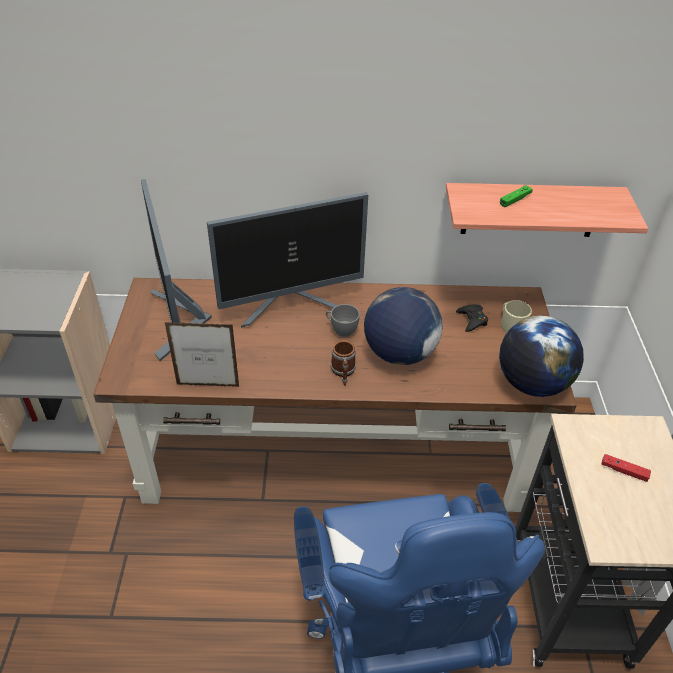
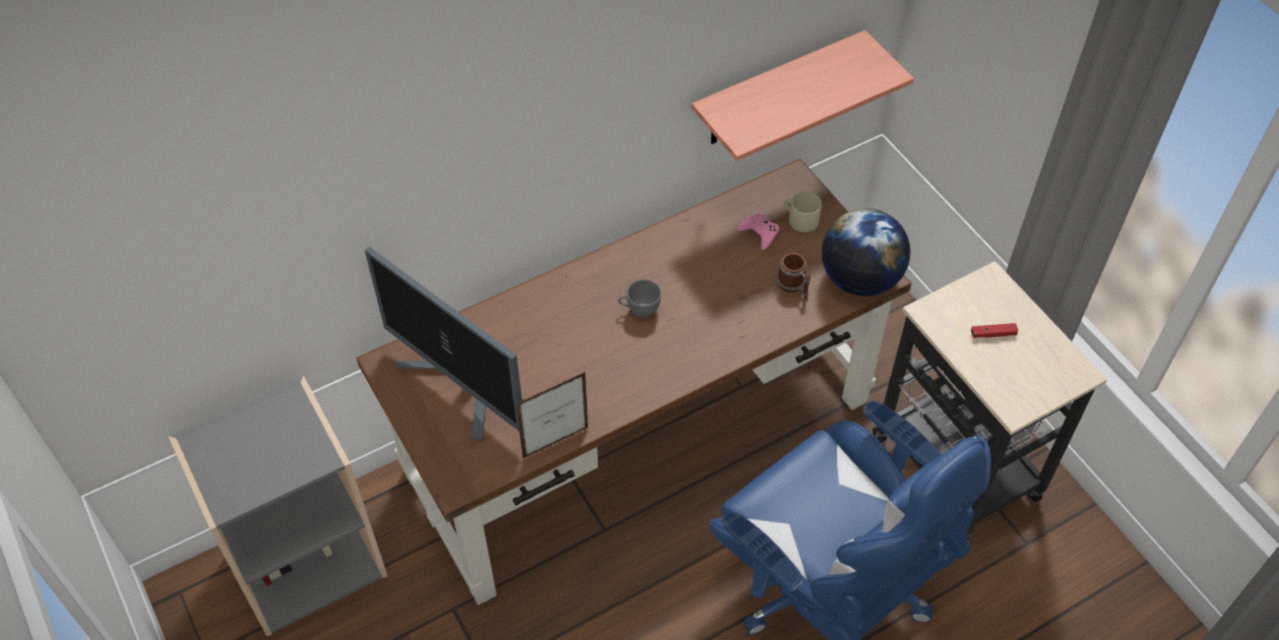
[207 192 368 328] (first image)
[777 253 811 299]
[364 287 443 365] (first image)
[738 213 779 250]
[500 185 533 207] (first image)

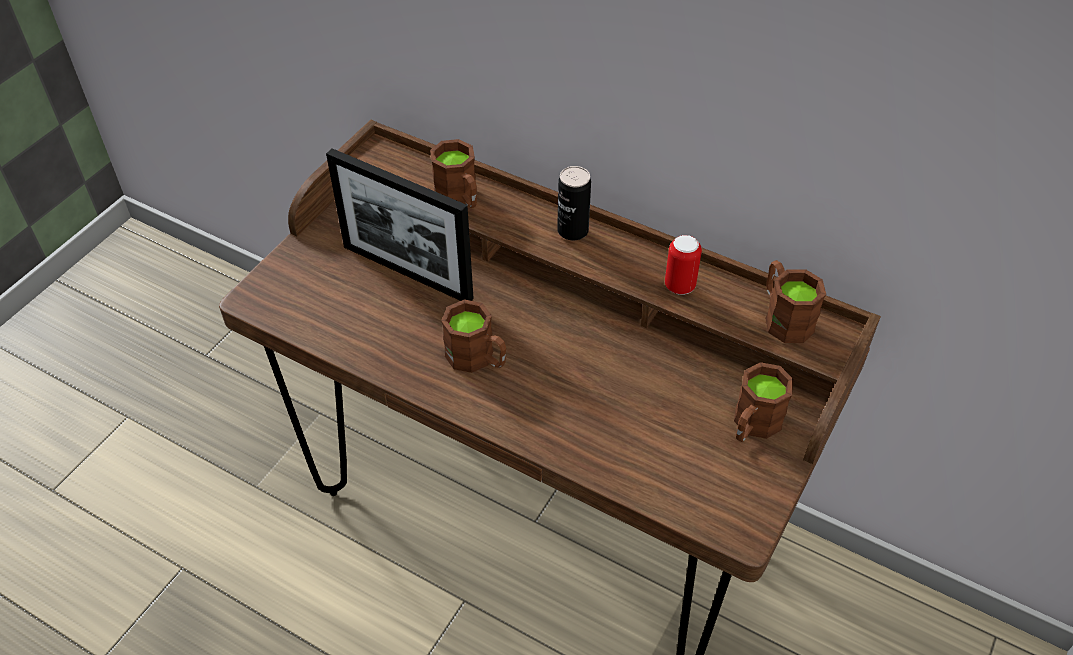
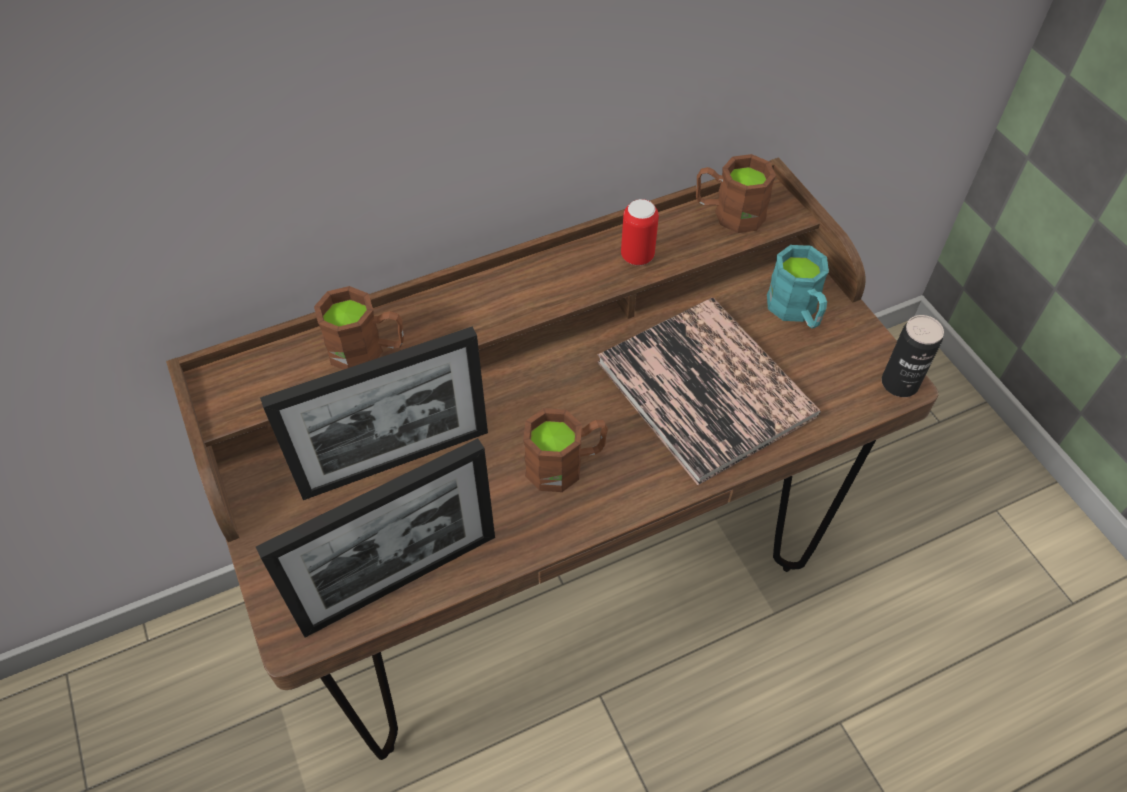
[882 315 944 397]
[767 245 829 328]
[256 438 495 637]
[597 298 821 485]

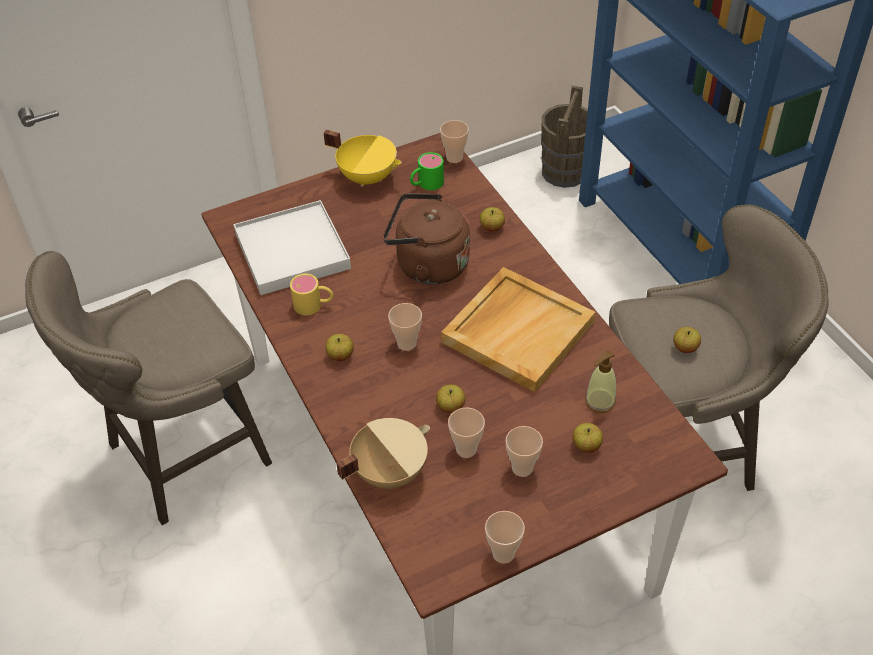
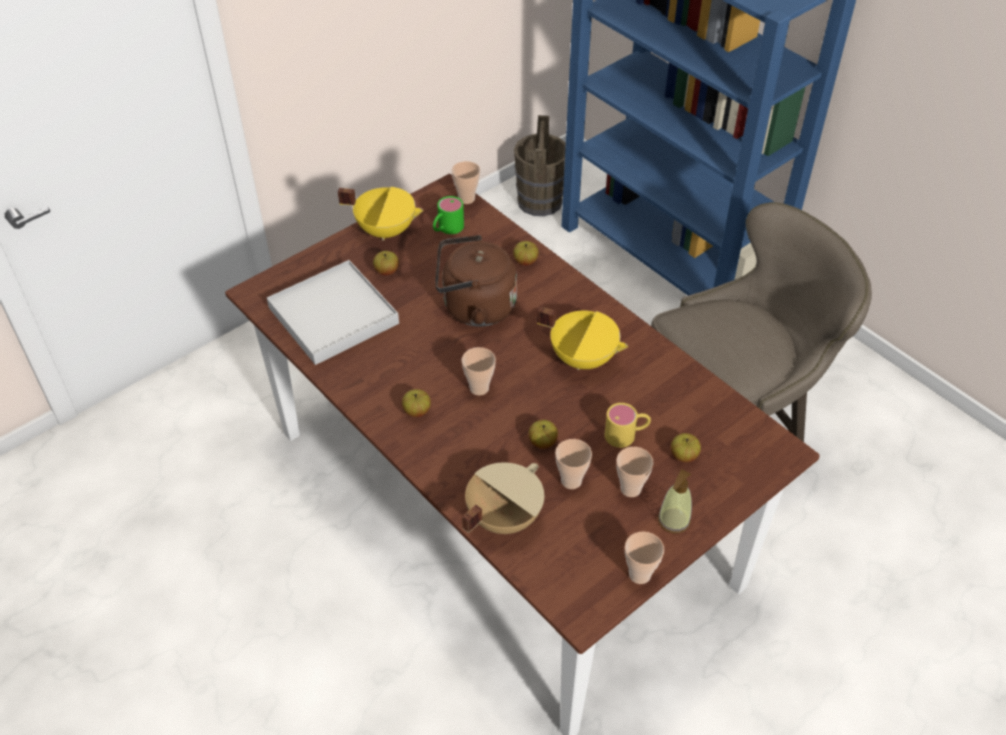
[25 251 272 525] (first image)
[605 403 651 448]
[537 307 628 370]
[658 469 692 533]
[373 251 399 275]

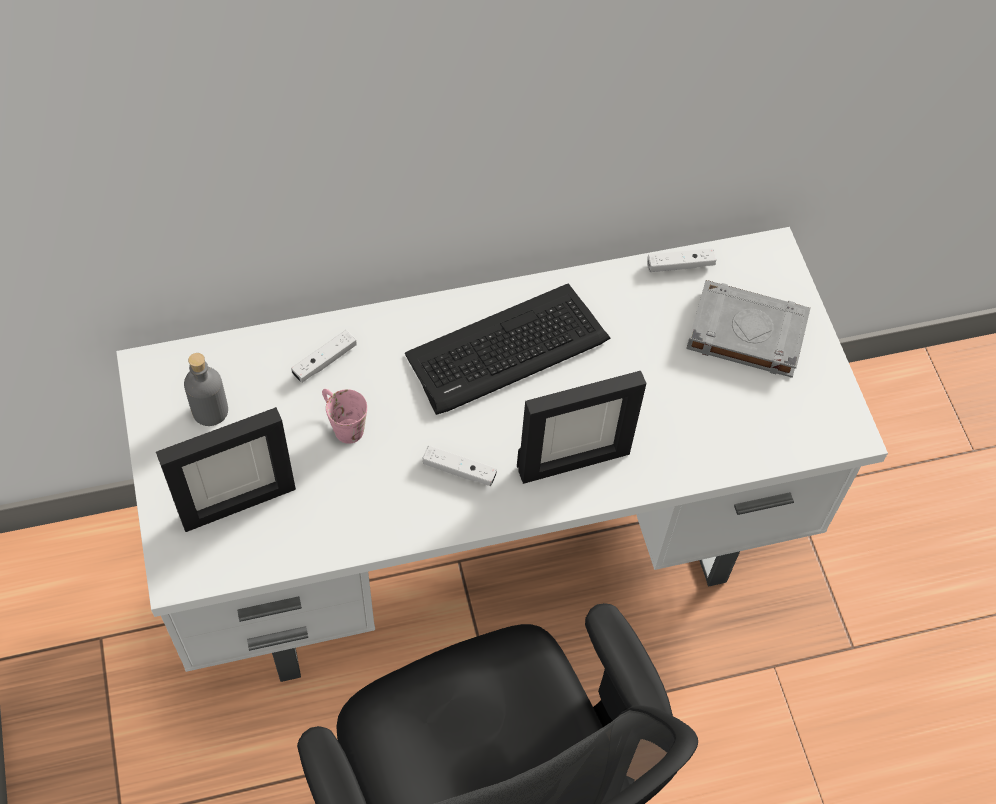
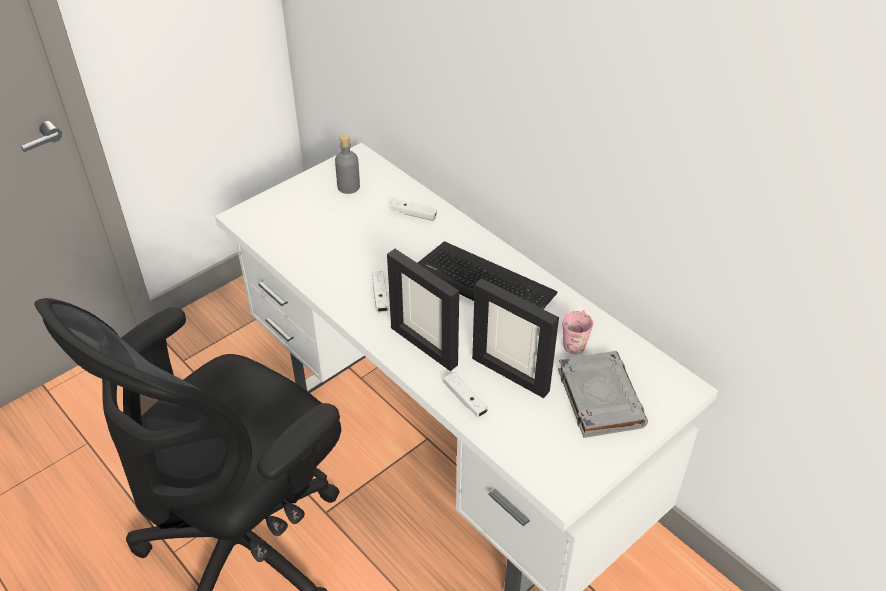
[472 278 559 398]
[562 310 593 354]
[444 372 488 417]

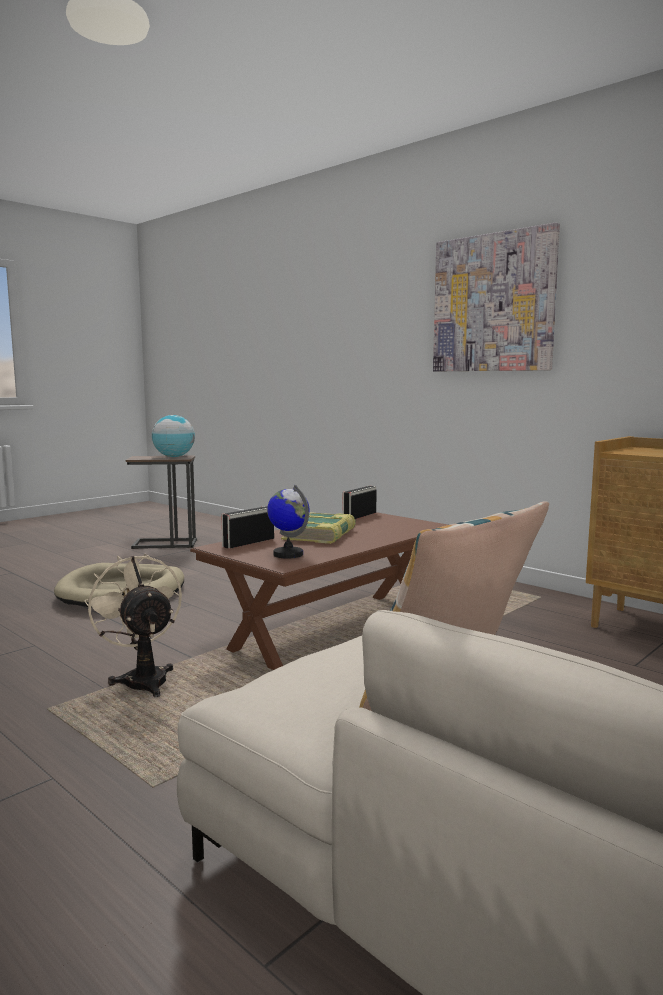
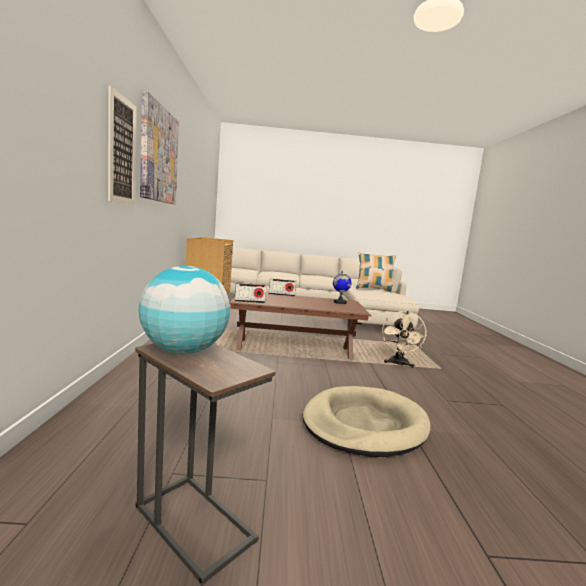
[268 278 296 296]
[281 512 356 544] (first image)
[108 86 137 205]

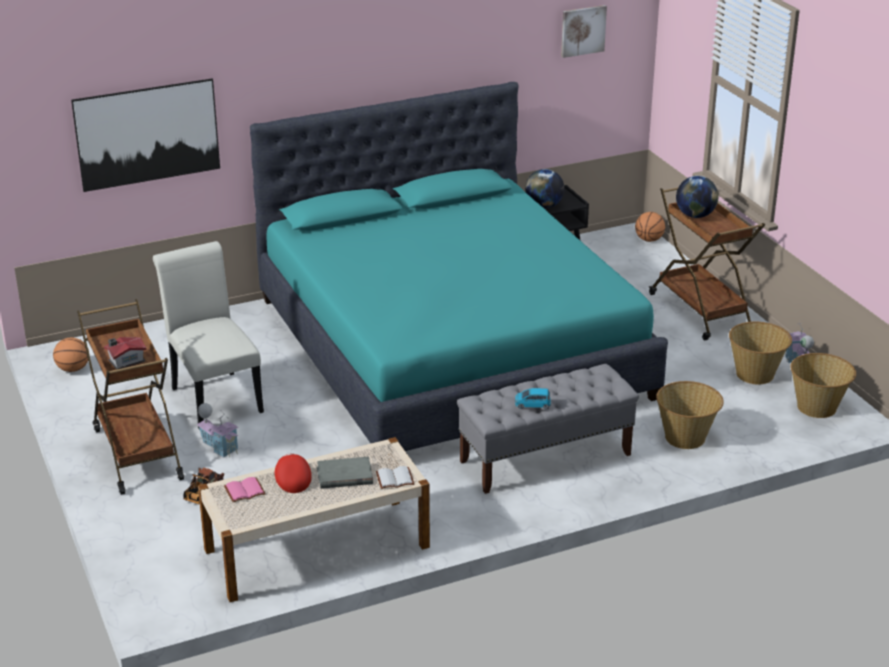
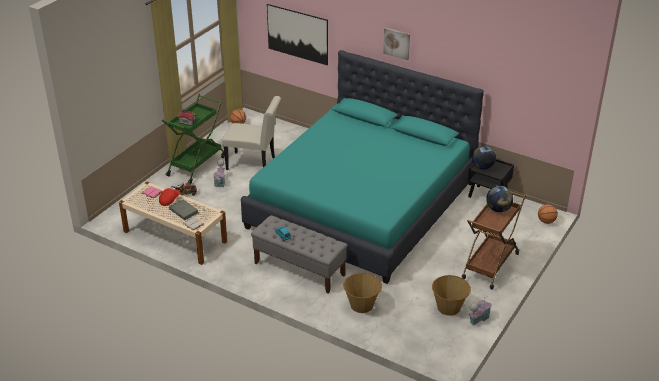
[162 94 225 185]
[222 96 281 170]
[383 28 410 60]
[790 353 856 418] (first image)

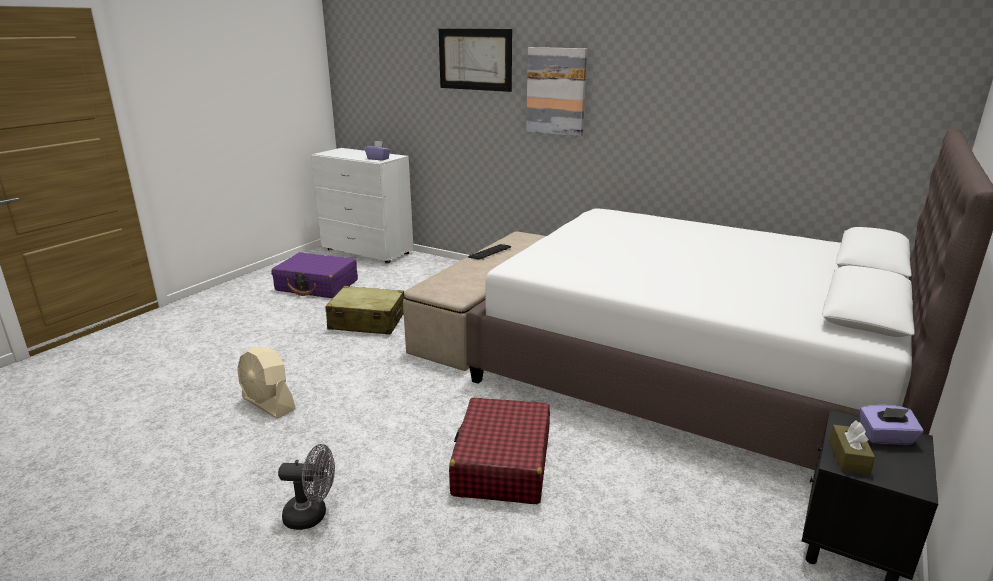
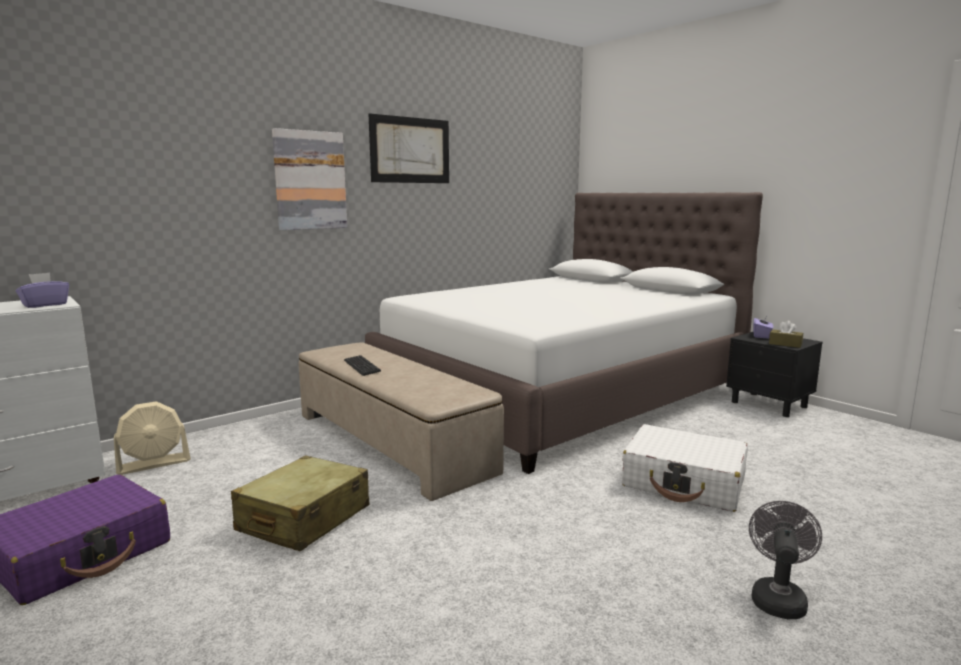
[114 401 191 475]
[368 113 449 183]
[622 424 748 512]

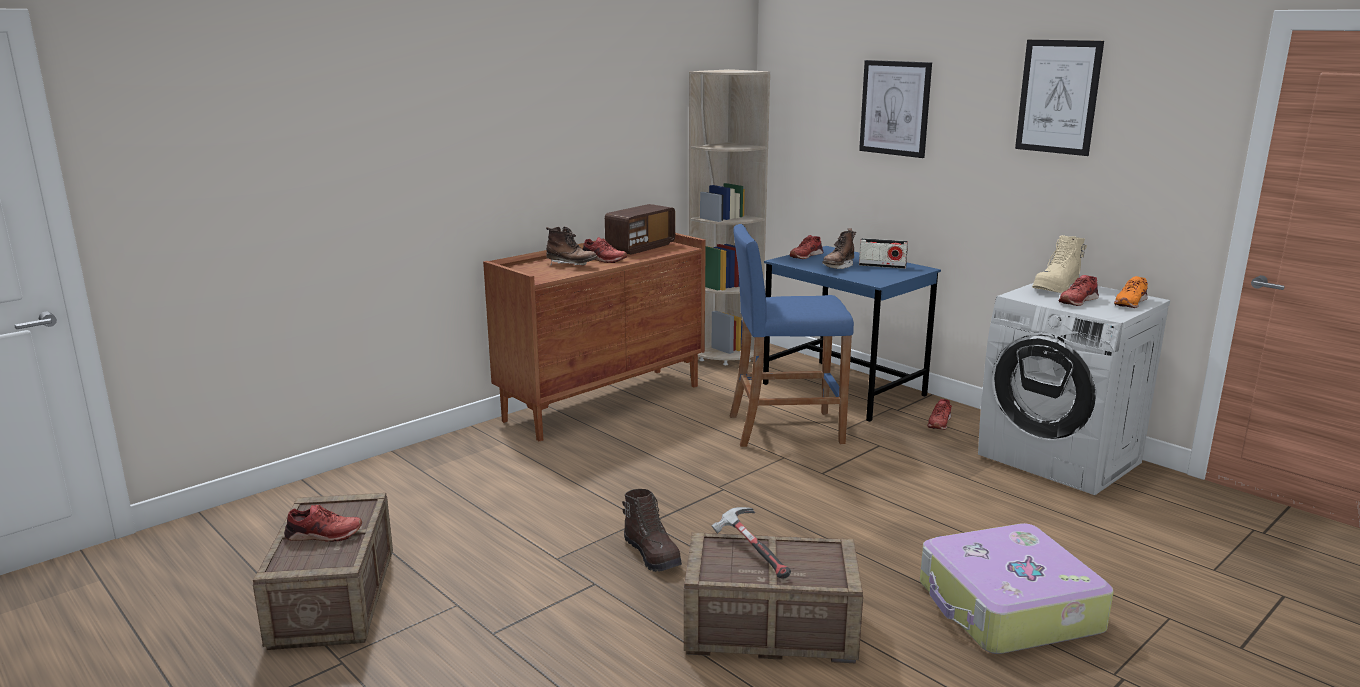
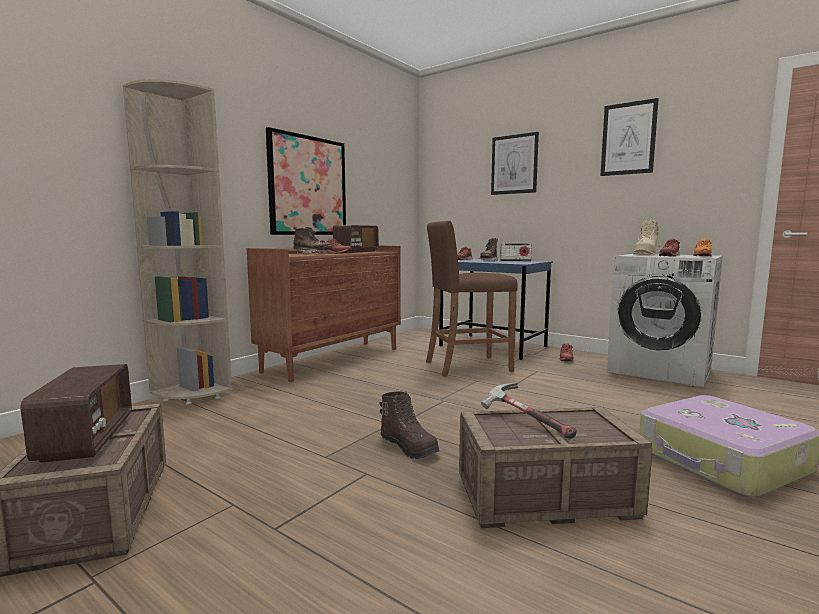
[21 364 132 463]
[123 79 232 404]
[426 221 518 377]
[266 127 346 235]

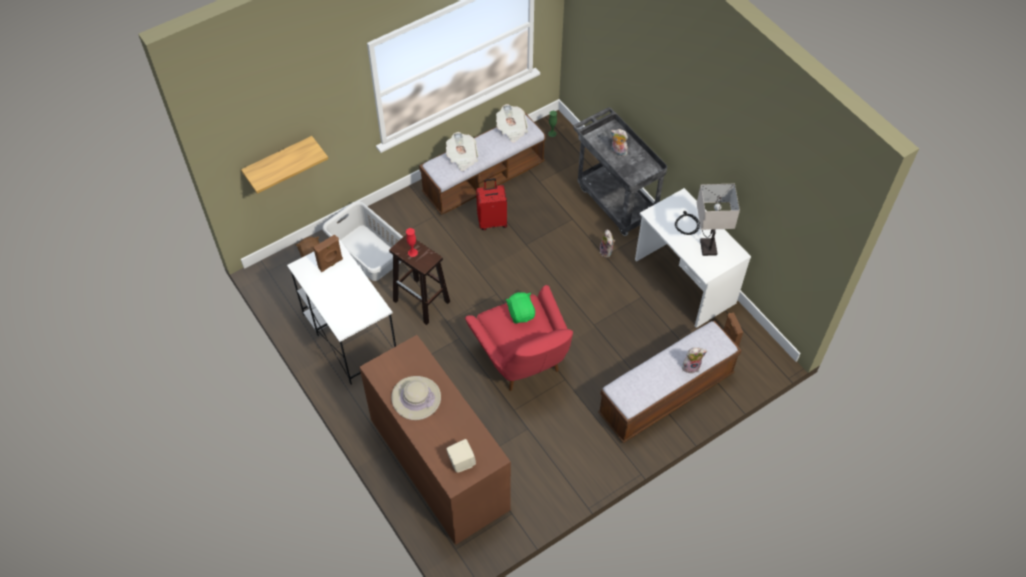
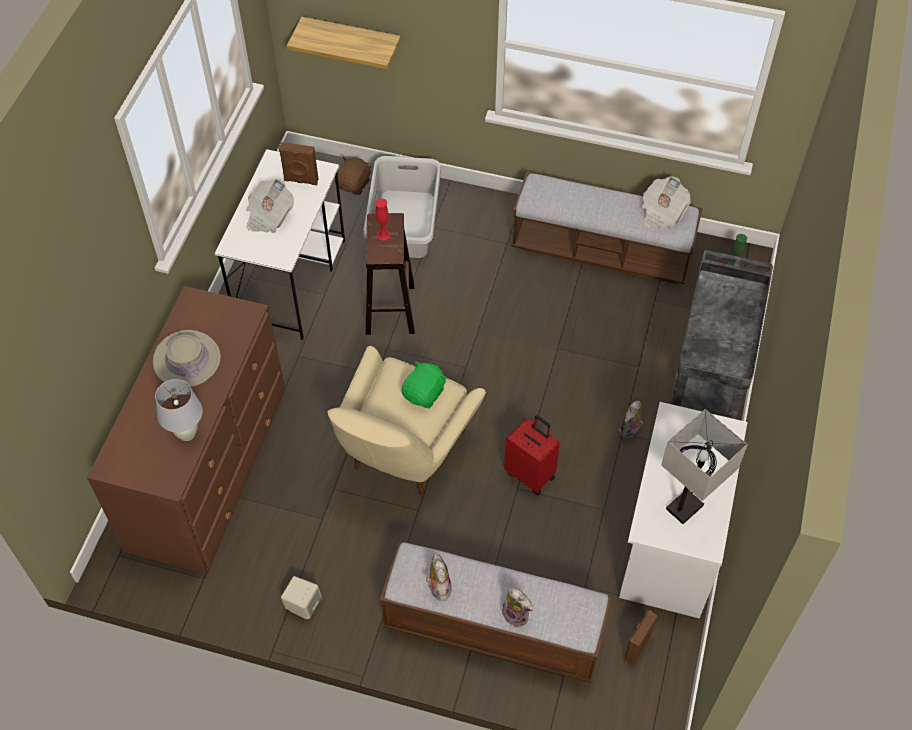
[246 179 294 233]
[281 576 322 619]
[328 346 486 496]
[504 415 560 496]
[426 553 452 601]
[155 379 203 441]

